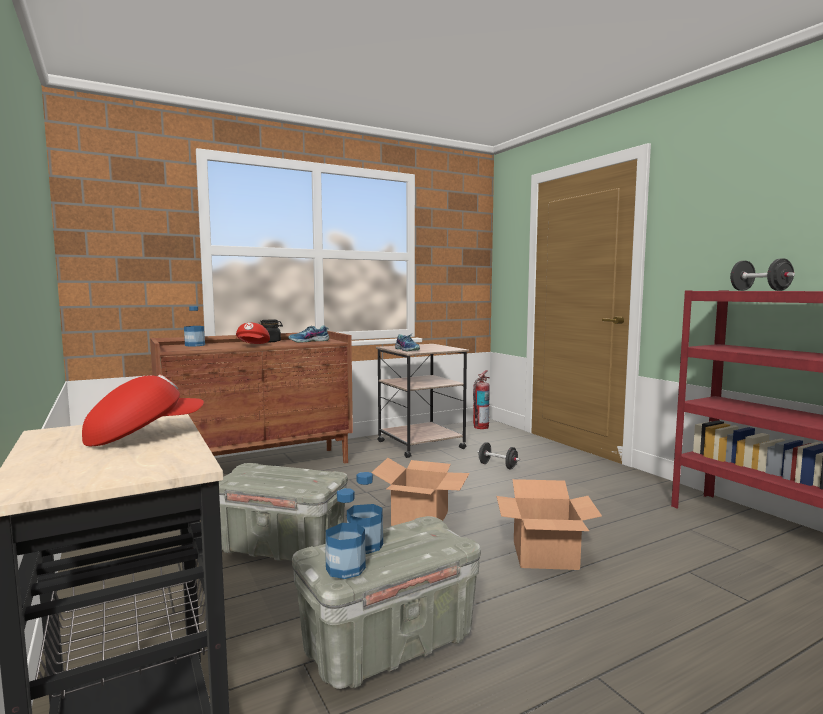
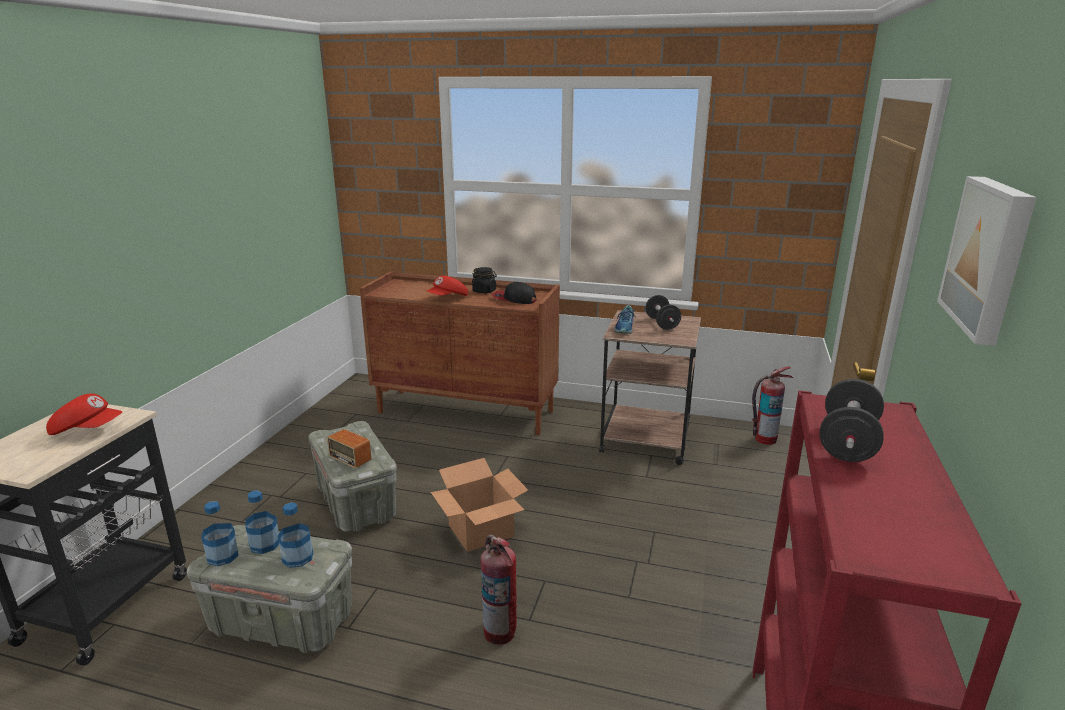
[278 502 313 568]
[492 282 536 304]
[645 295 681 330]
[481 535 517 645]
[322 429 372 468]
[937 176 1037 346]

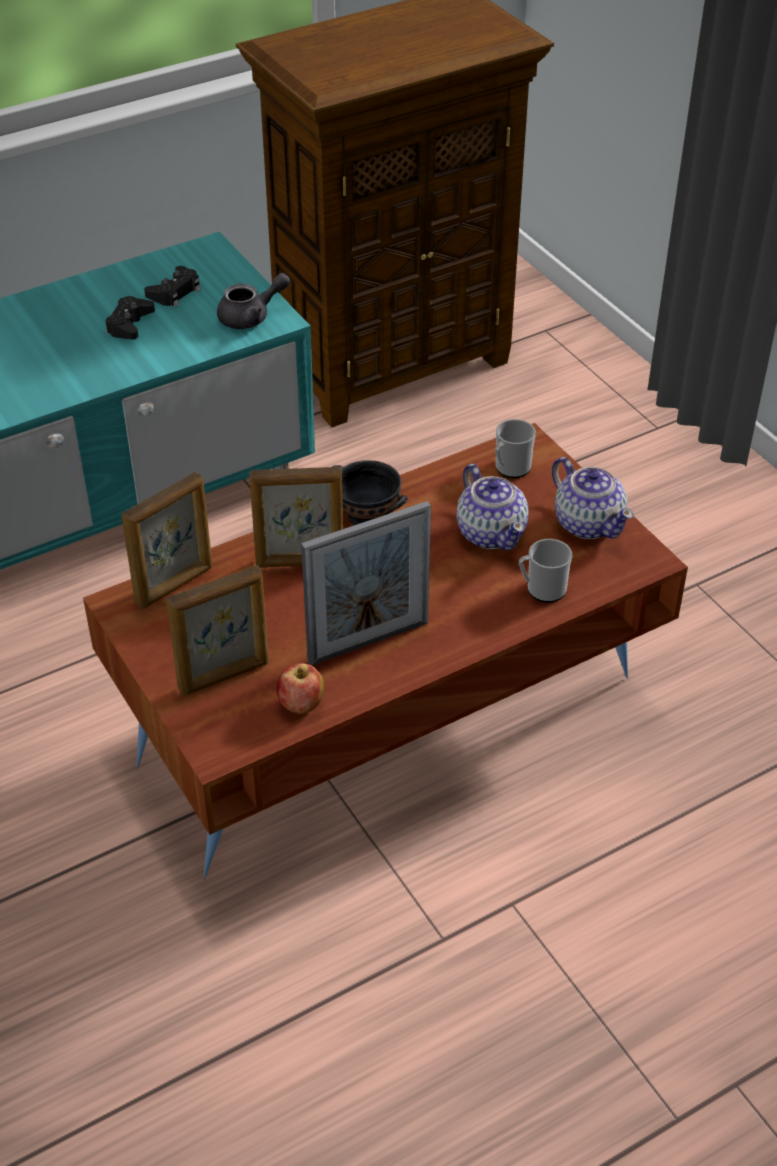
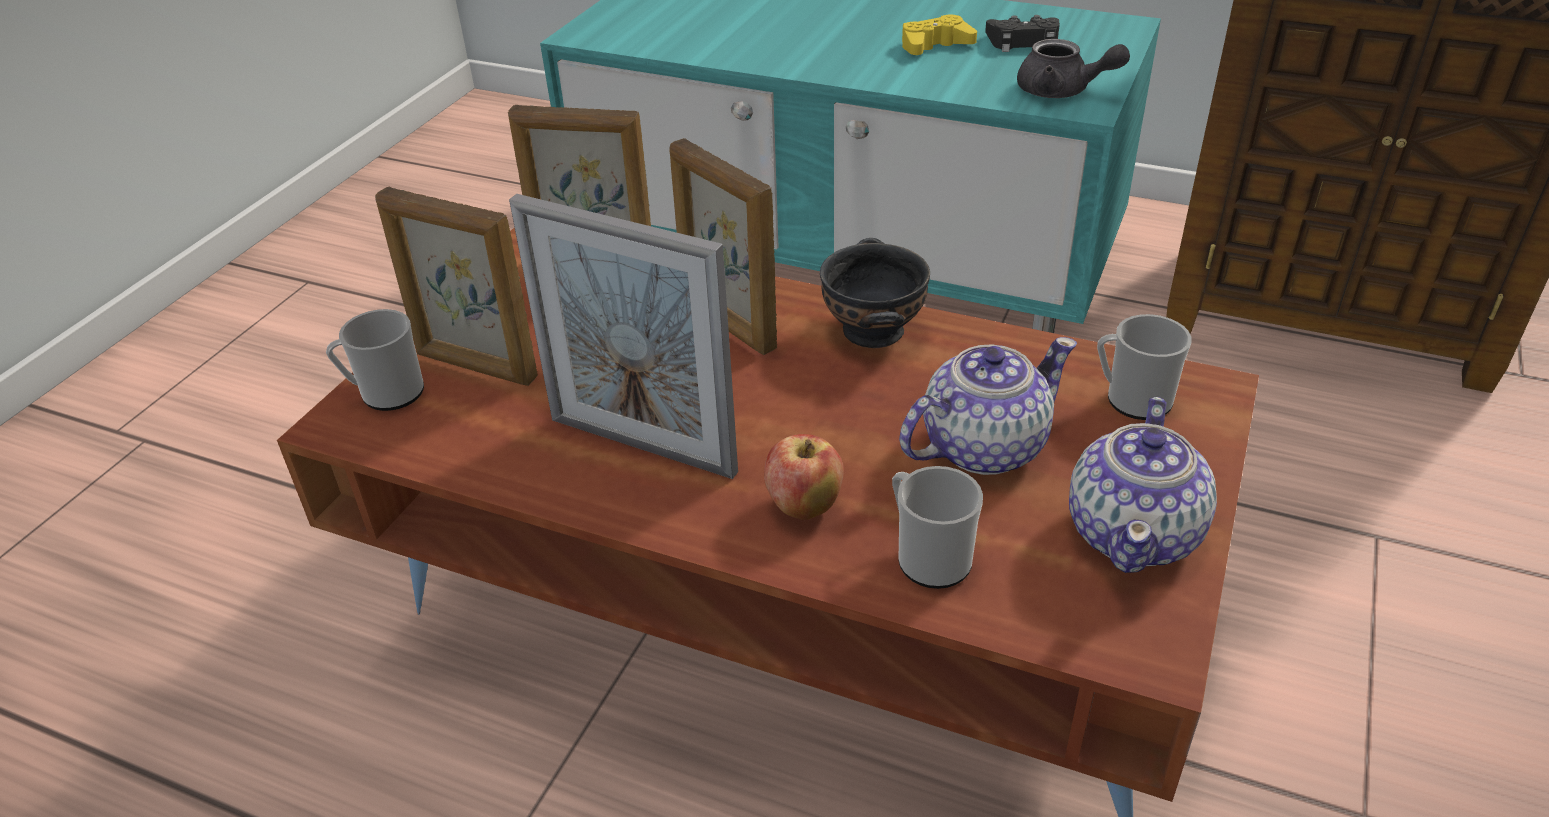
[902 14 977 55]
[764 434 844 520]
[899 337 1077 475]
[326 309 424 411]

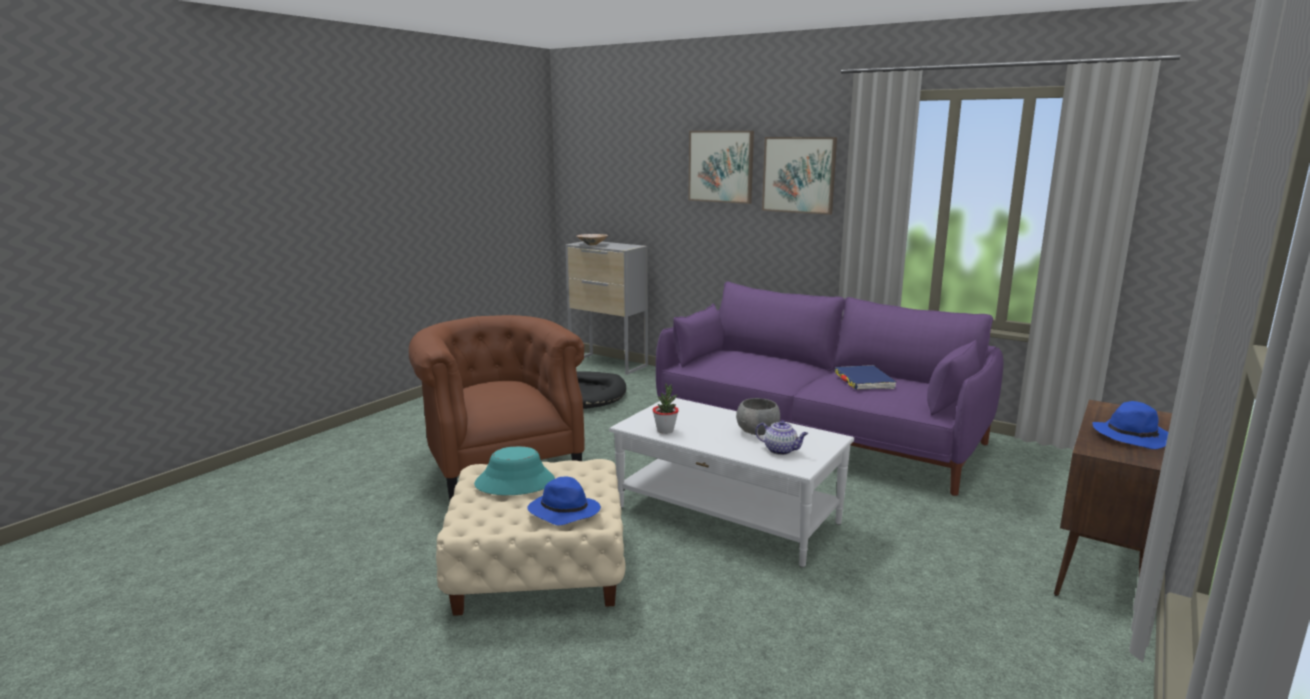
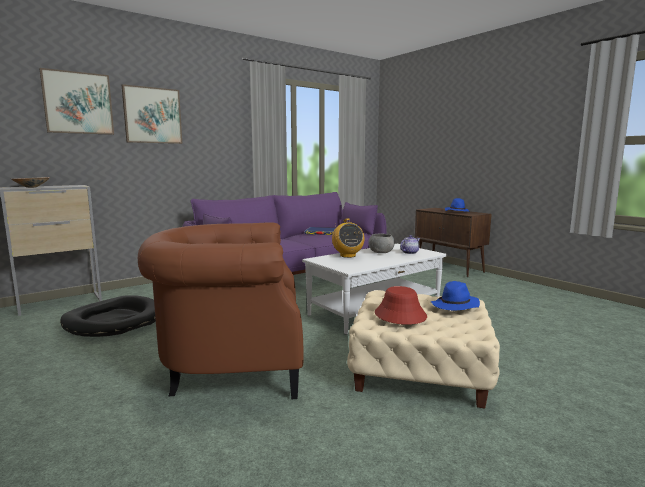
[375 286 427 325]
[653 383 679 434] (first image)
[39 68 114 135]
[332 218 365 258]

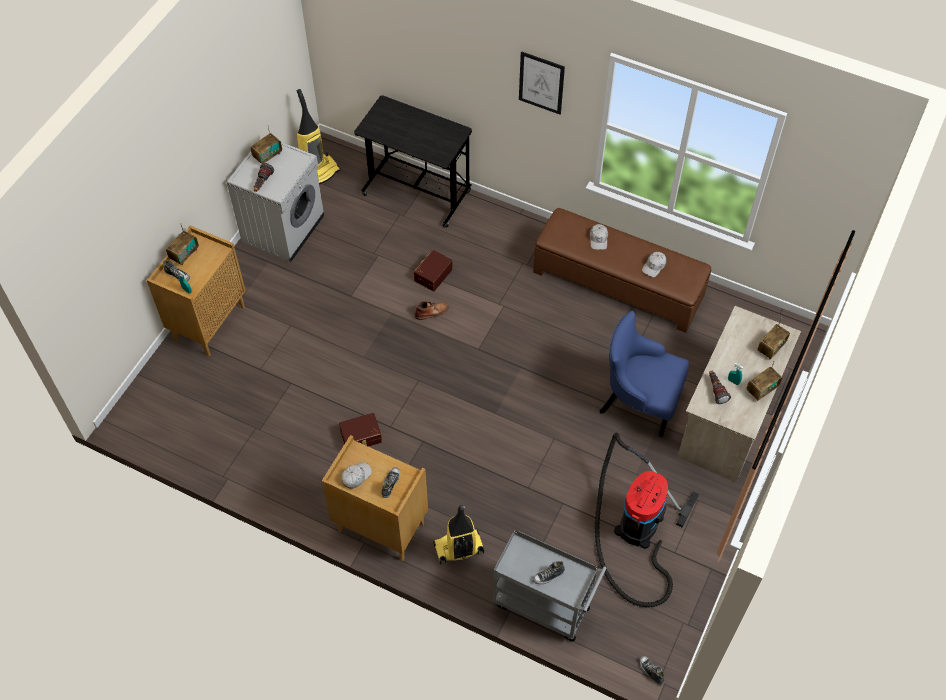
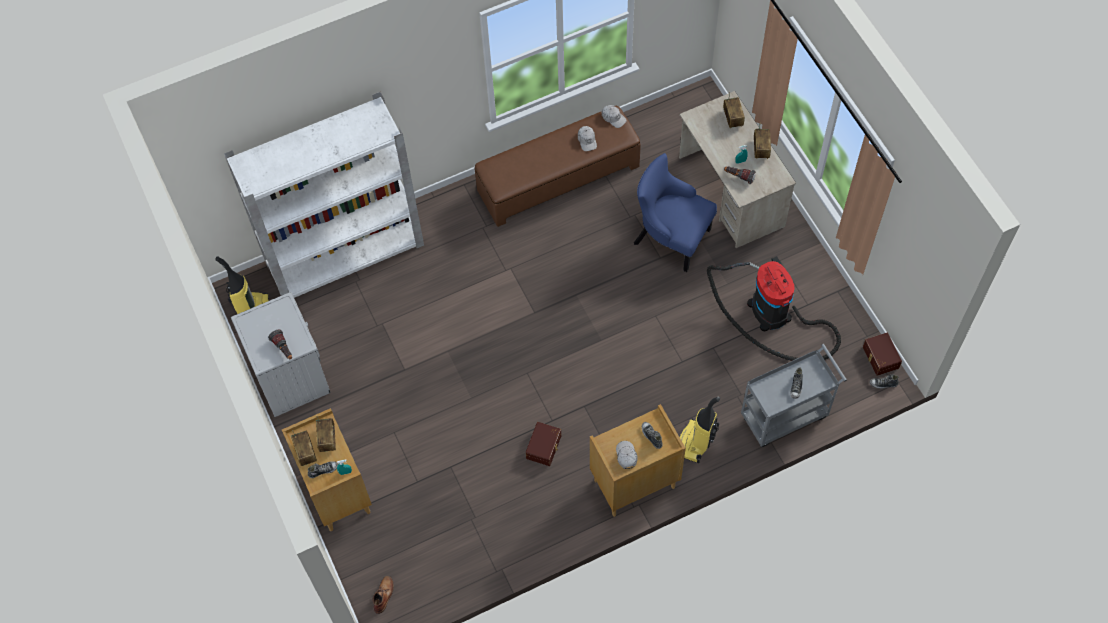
[316 416 336 452]
[224 91 424 298]
[863 332 902 376]
[373 576 394 614]
[519 51 565 115] (first image)
[601 105 627 128]
[634 153 717 272]

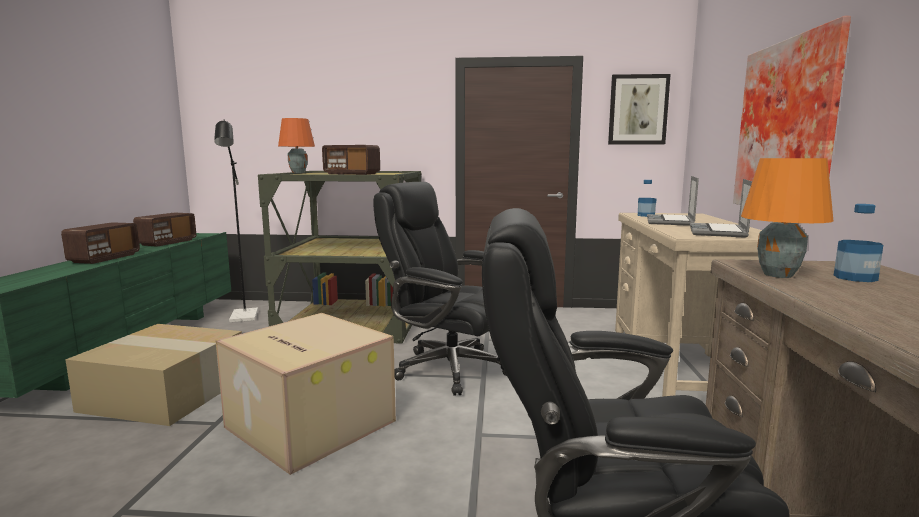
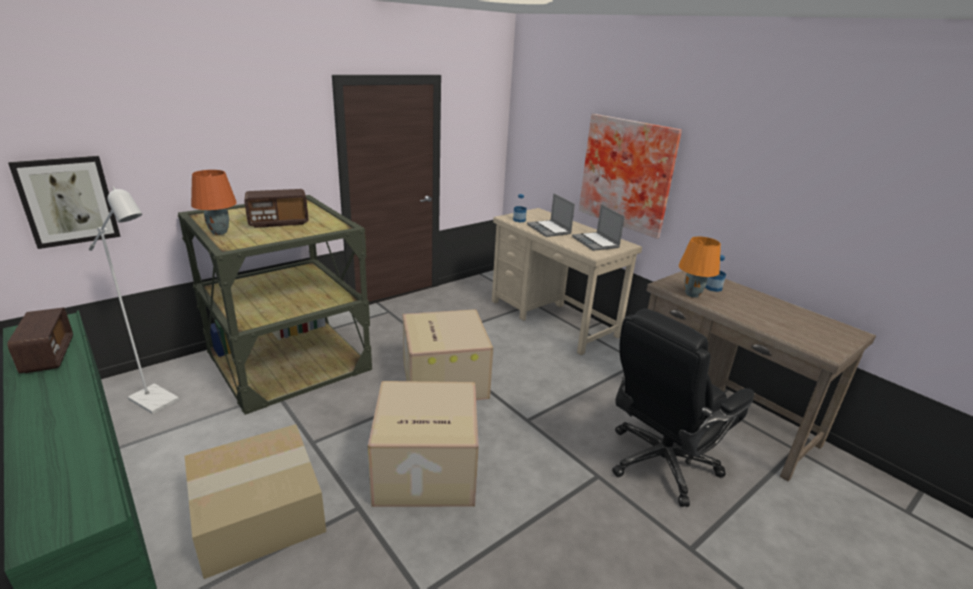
[61 222 140 264] (first image)
[89 186 179 414]
[402 309 493 400]
[8 156 121 249]

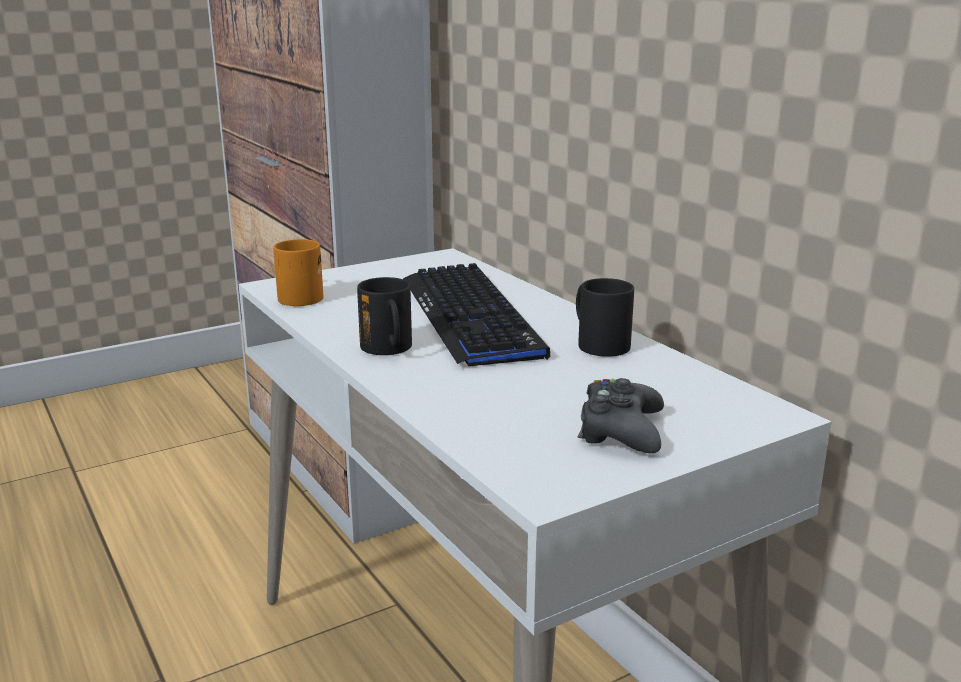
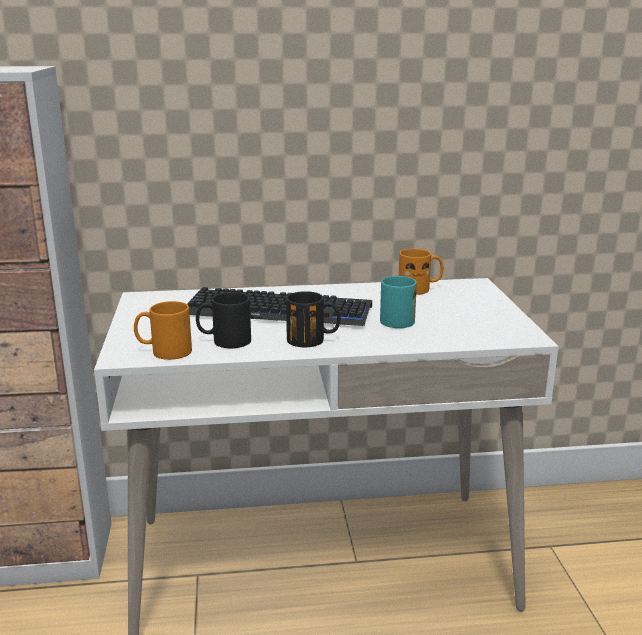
[196 292 251 348]
[578 378 664 453] (first image)
[380 276 417 328]
[399 249 444 295]

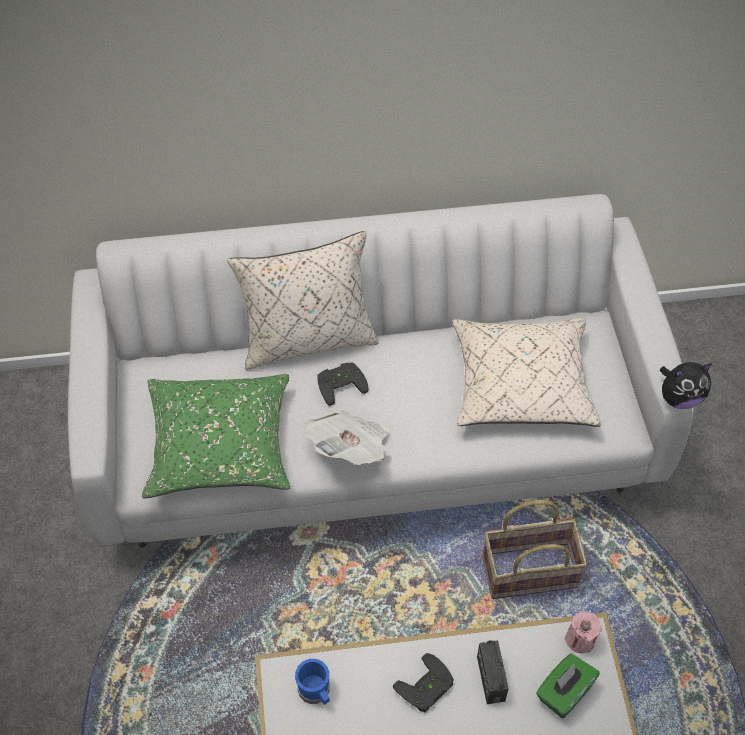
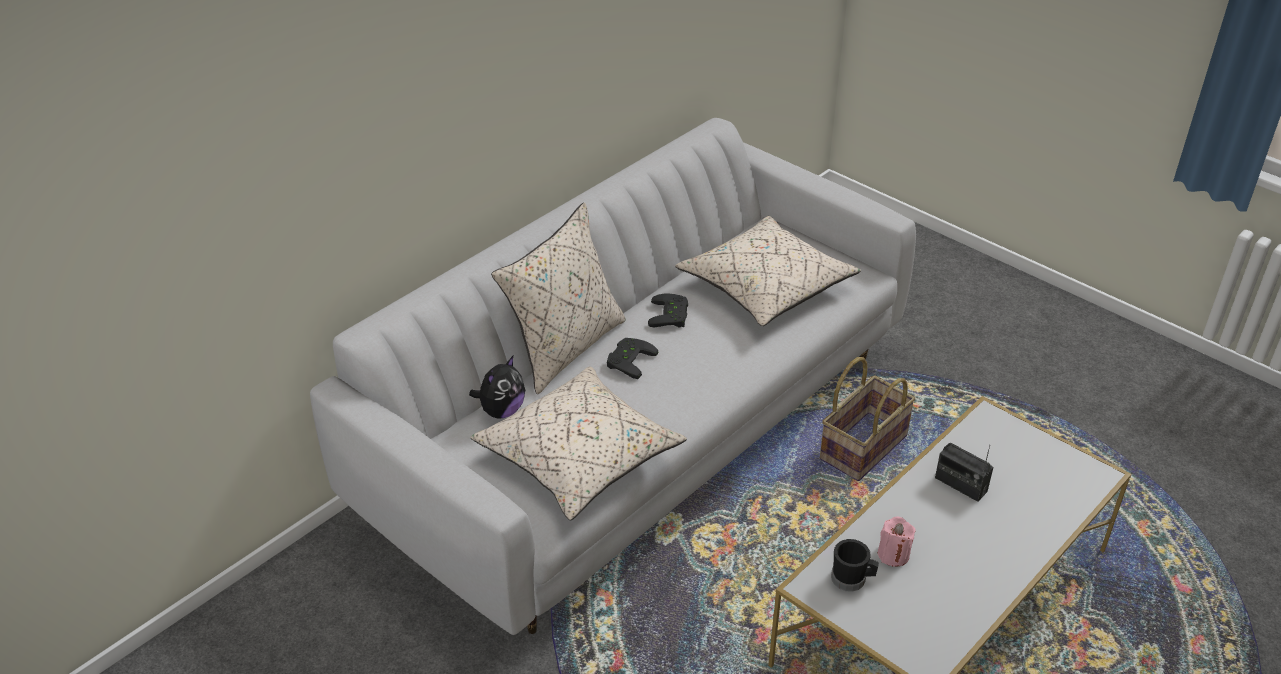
[470 367 687 520]
[831 539 879 592]
[304 411 390 465] (first image)
[648 293 688 328]
[536 654 600 718] (first image)
[878 516 916 567]
[469 356 525 419]

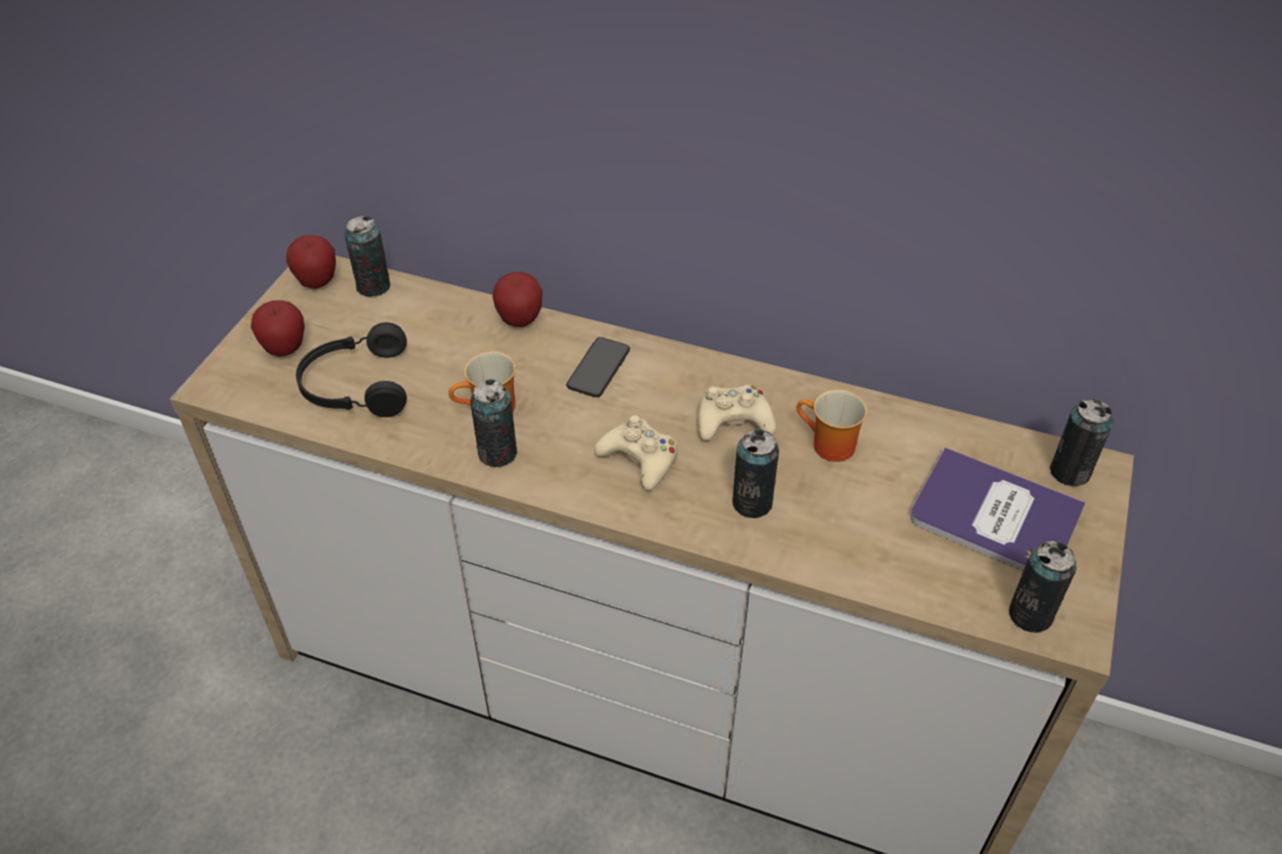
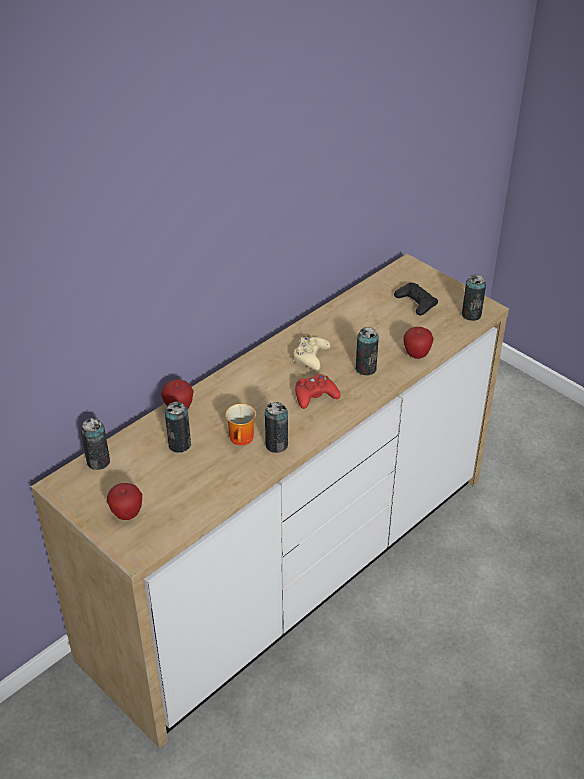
[403 327 434 359]
[296 322 407 417] (first image)
[566 337 630 397] (first image)
[295 374 340 409]
[796 389 868 462] (first image)
[394 282 438 316]
[165 402 191 453]

